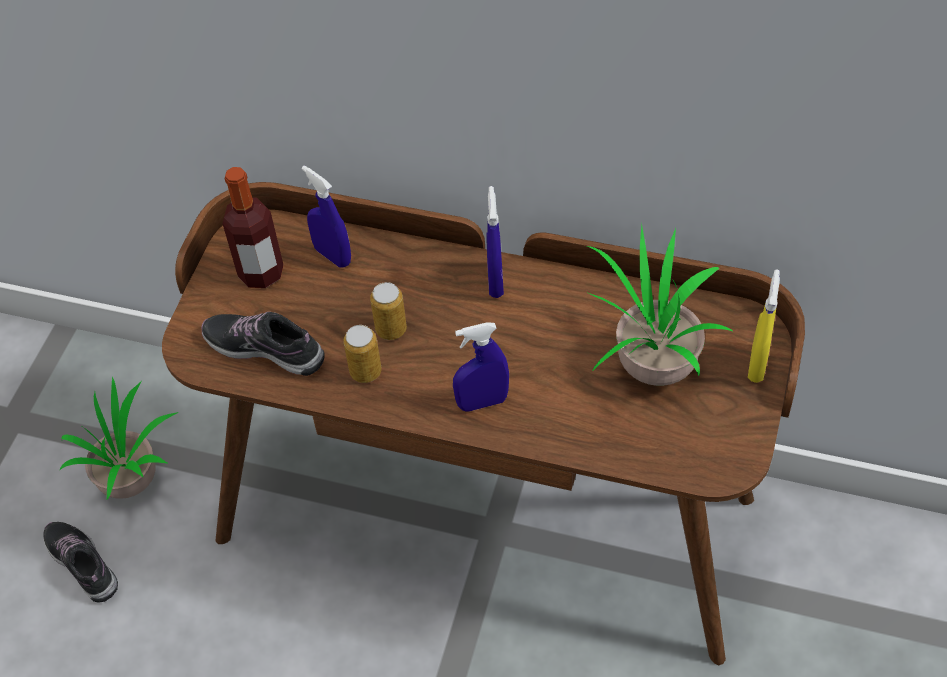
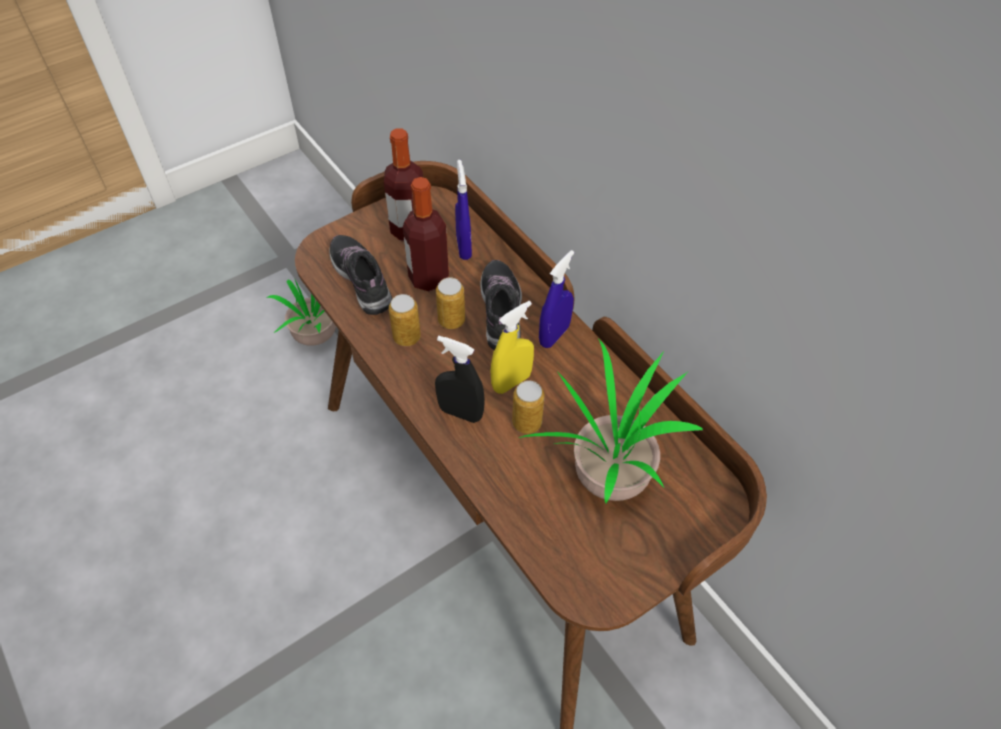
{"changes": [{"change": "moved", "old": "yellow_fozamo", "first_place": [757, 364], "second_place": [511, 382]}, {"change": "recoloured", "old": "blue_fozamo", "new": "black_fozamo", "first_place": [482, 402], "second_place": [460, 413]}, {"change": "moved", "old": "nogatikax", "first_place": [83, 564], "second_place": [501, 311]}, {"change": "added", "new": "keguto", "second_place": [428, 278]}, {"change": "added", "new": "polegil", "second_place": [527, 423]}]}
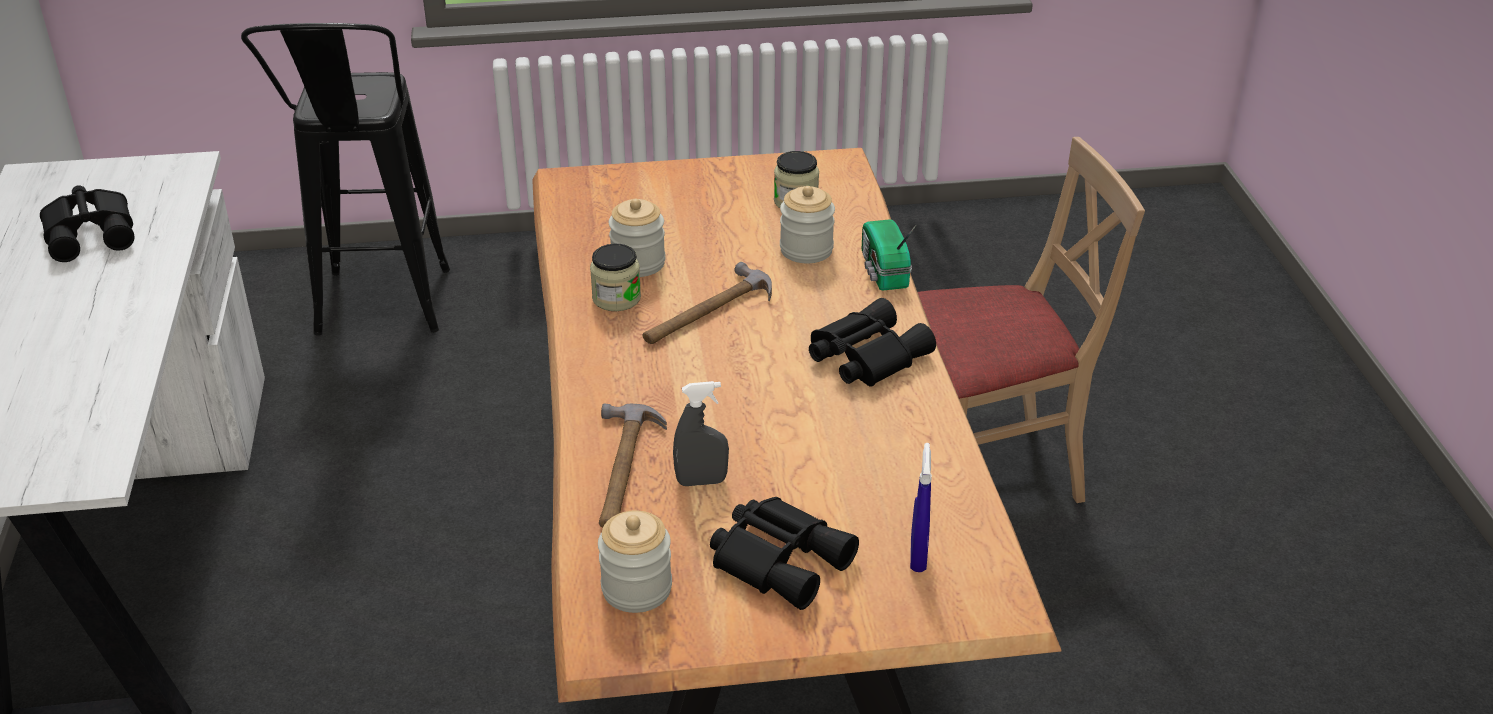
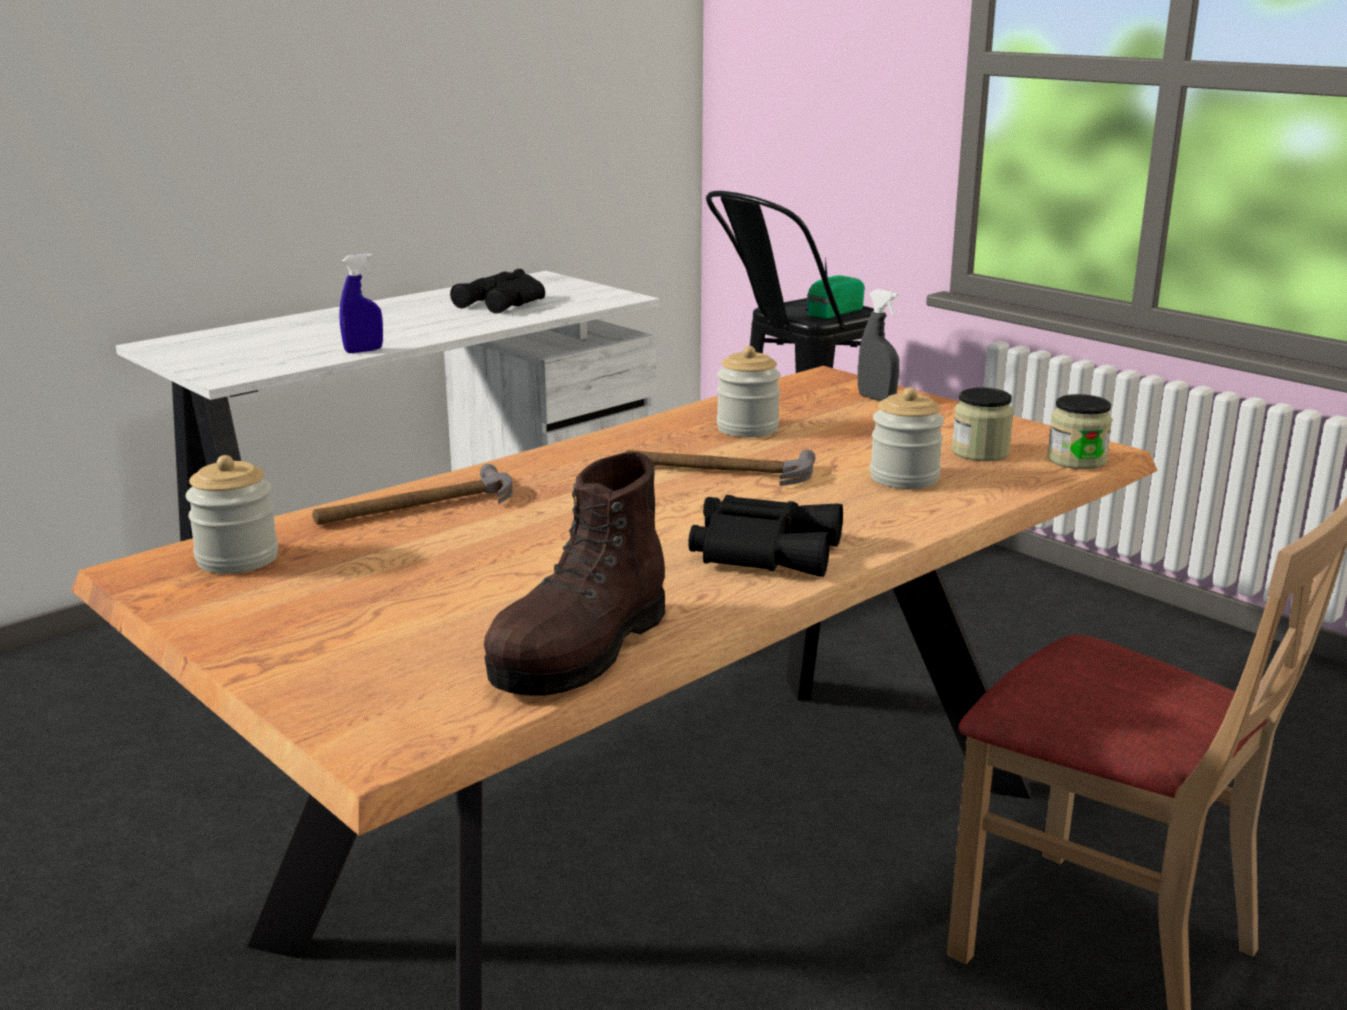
{"changes": [{"change": "moved", "old": "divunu", "first_place": [883, 271], "second_place": [832, 313]}, {"change": "moved", "old": "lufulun", "first_place": [616, 298], "second_place": [1076, 460]}, {"change": "moved", "old": "grey_fozamo", "first_place": [701, 481], "second_place": [876, 398]}, {"change": "moved", "old": "blue_fozamo", "first_place": [918, 556], "second_place": [363, 351]}, {"change": "removed", "old": "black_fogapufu", "first_place": [780, 558]}, {"change": "added", "new": "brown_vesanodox", "second_place": [581, 651]}]}
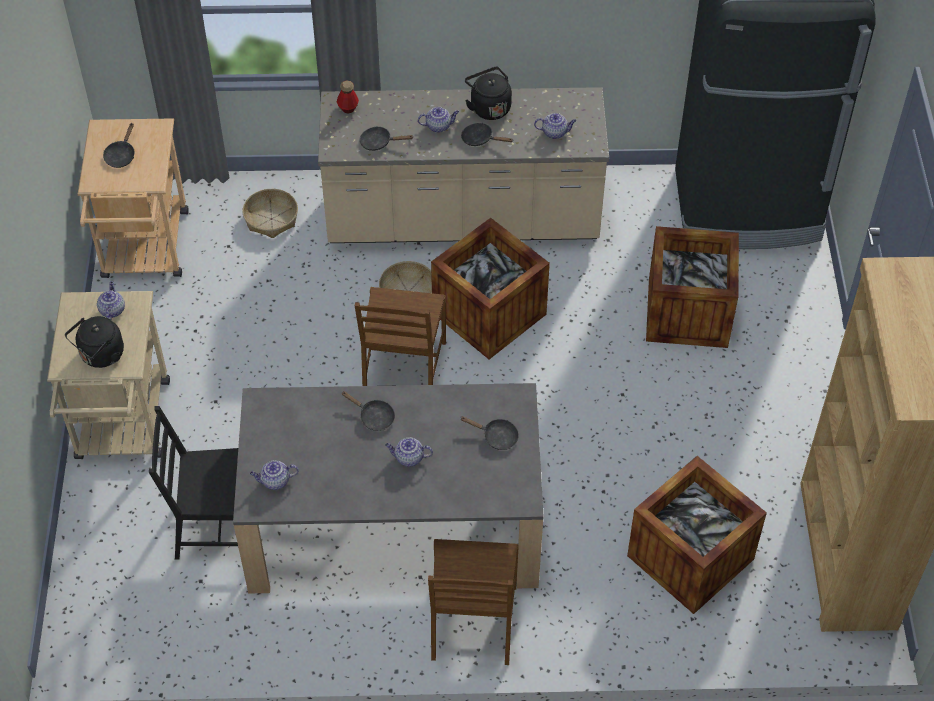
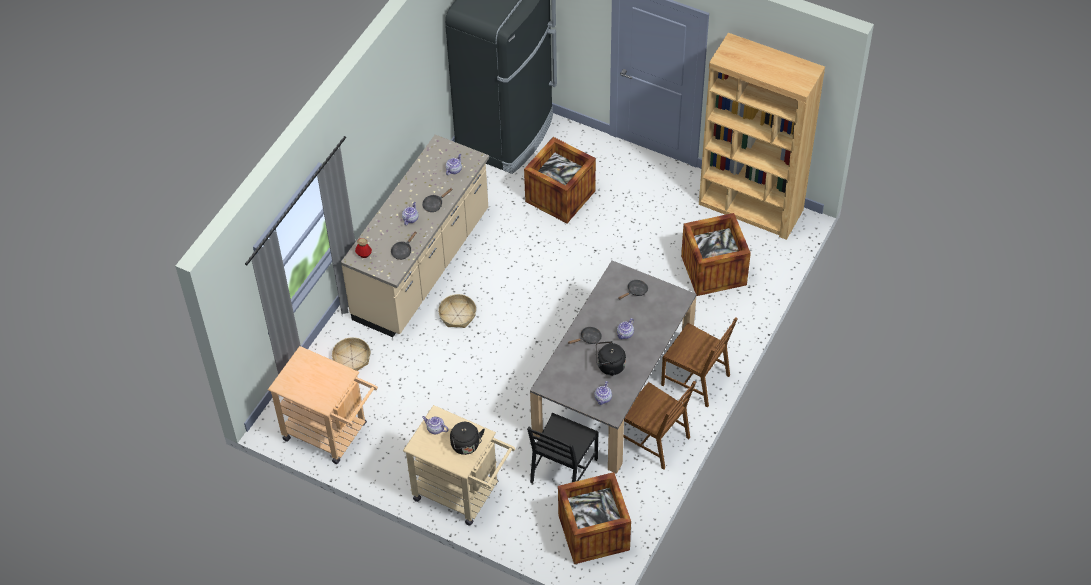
{"changes": [{"change": "moved", "old": "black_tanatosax", "first_place": [488, 107], "second_place": [609, 366]}, {"change": "removed", "old": "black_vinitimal", "first_place": [121, 155]}, {"change": "moved", "old": "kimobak", "first_place": [489, 313], "second_place": [593, 532]}, {"change": "moved", "old": "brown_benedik", "first_place": [404, 369], "second_place": [655, 440]}]}
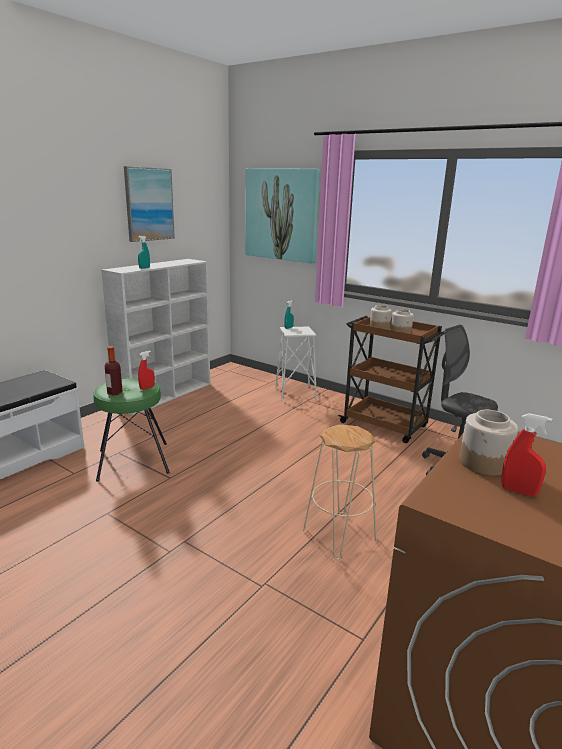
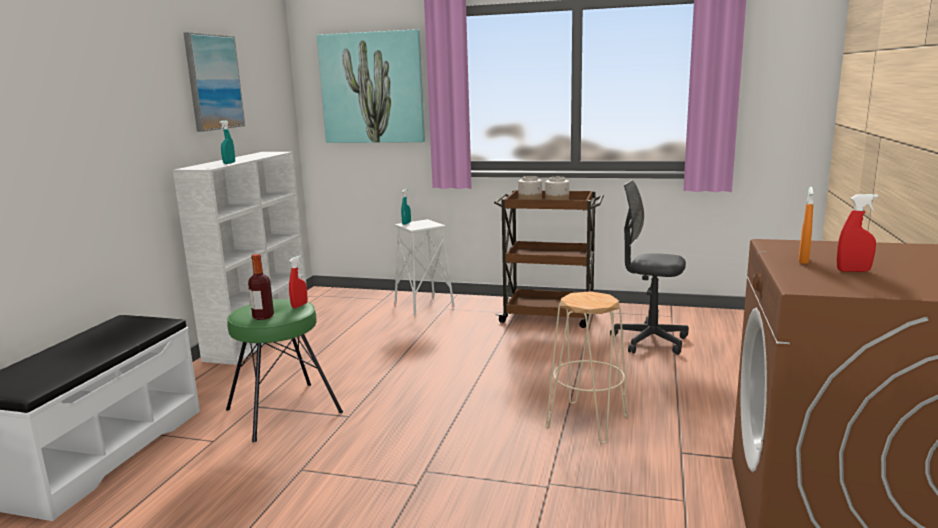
{"changes": [{"change": "replaced", "old": "lufulun", "new": "orange_fozamo", "first_place": [484, 463], "second_place": [803, 261]}]}
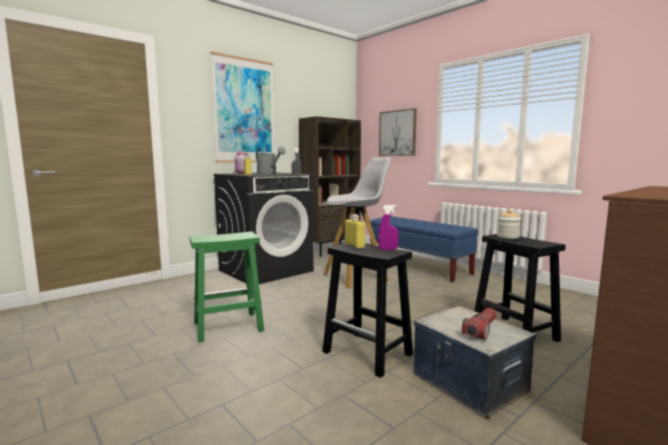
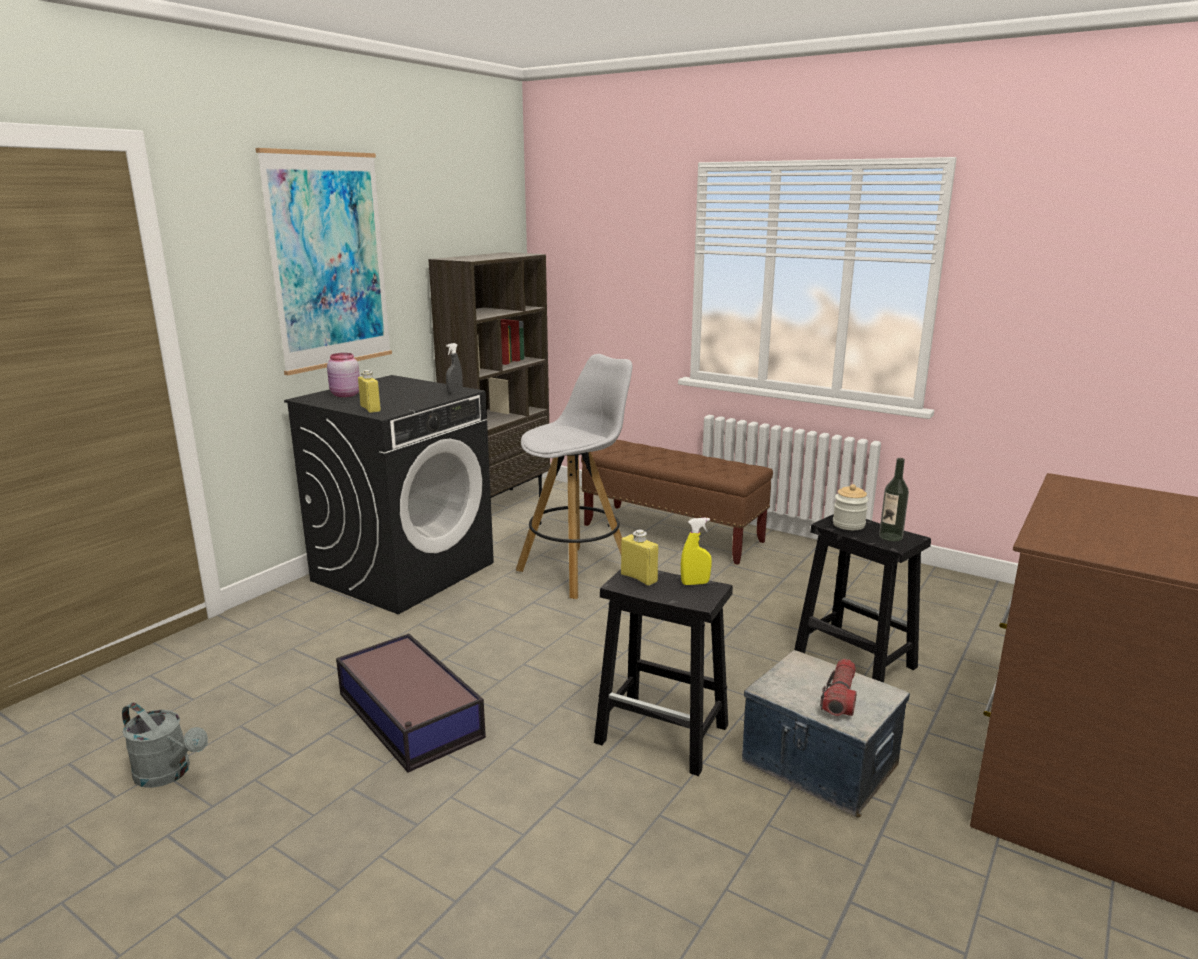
{"changes": [{"change": "removed", "old": "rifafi", "first_place": [398, 133]}, {"change": "moved", "old": "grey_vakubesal", "first_place": [269, 174], "second_place": [169, 774]}, {"change": "recoloured", "old": "purple_fozamo", "new": "yellow_fozamo", "first_place": [388, 249], "second_place": [695, 583]}, {"change": "recoloured", "old": "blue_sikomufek", "new": "brown_sikomufek", "first_place": [419, 267], "second_place": [672, 534]}, {"change": "replaced", "old": "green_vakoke", "new": "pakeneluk", "first_place": [227, 327], "second_place": [410, 716]}, {"change": "added", "new": "keguto", "second_place": [890, 537]}]}
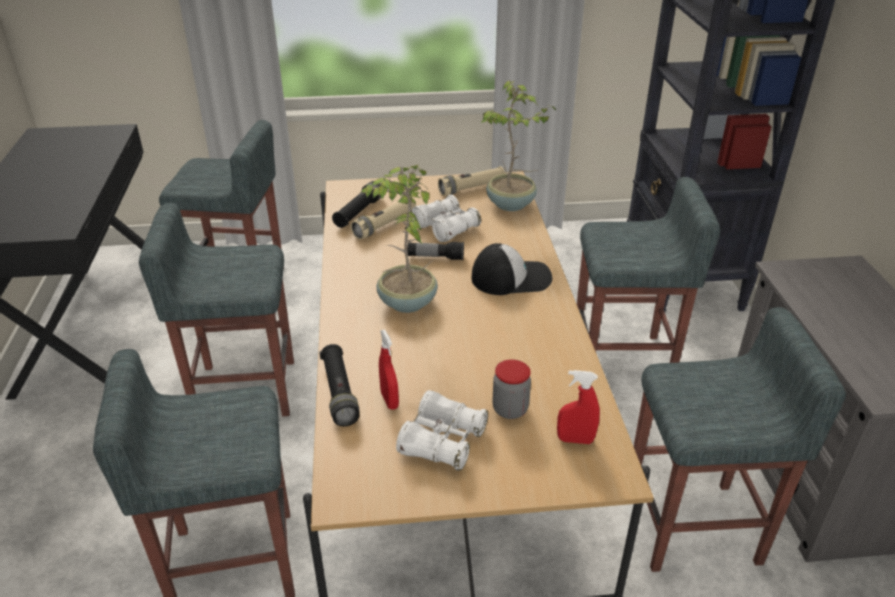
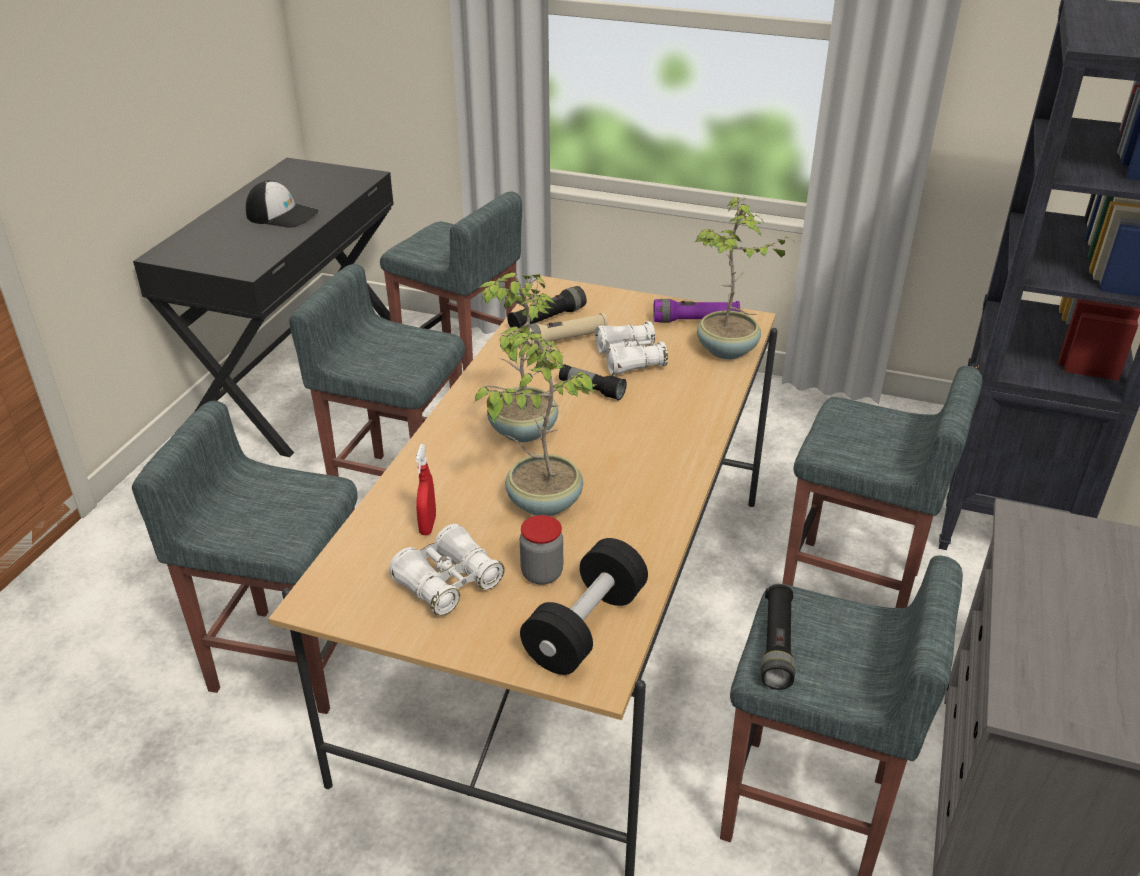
{"changes": [{"change": "recoloured", "old": "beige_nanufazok", "new": "purple_nanufazok", "first_place": [471, 188], "second_place": [695, 321]}, {"change": "moved", "old": "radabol", "first_place": [511, 277], "second_place": [282, 215]}, {"change": "moved", "old": "black_nanufazok", "first_place": [339, 393], "second_place": [777, 646]}, {"change": "replaced", "old": "red_fozamo", "new": "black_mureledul", "first_place": [575, 440], "second_place": [585, 627]}, {"change": "added", "new": "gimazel", "second_place": [543, 502]}]}
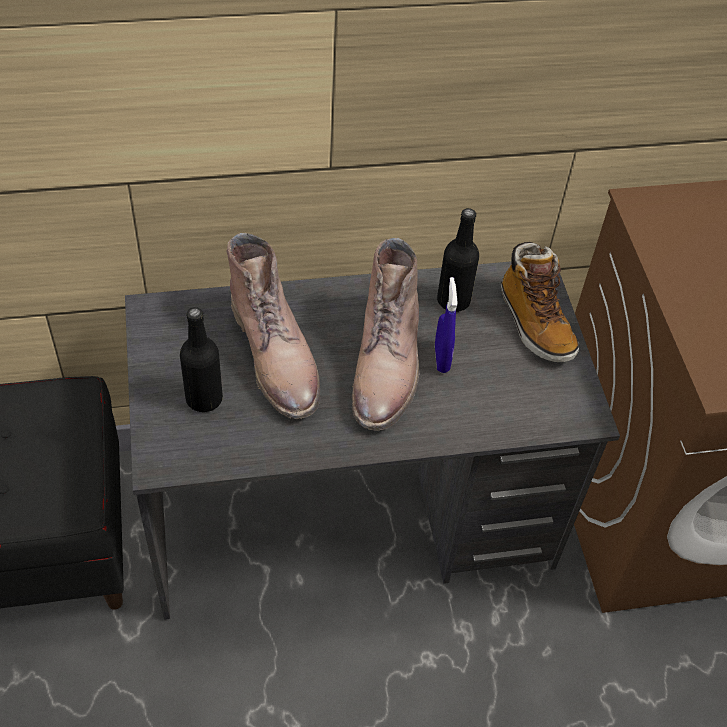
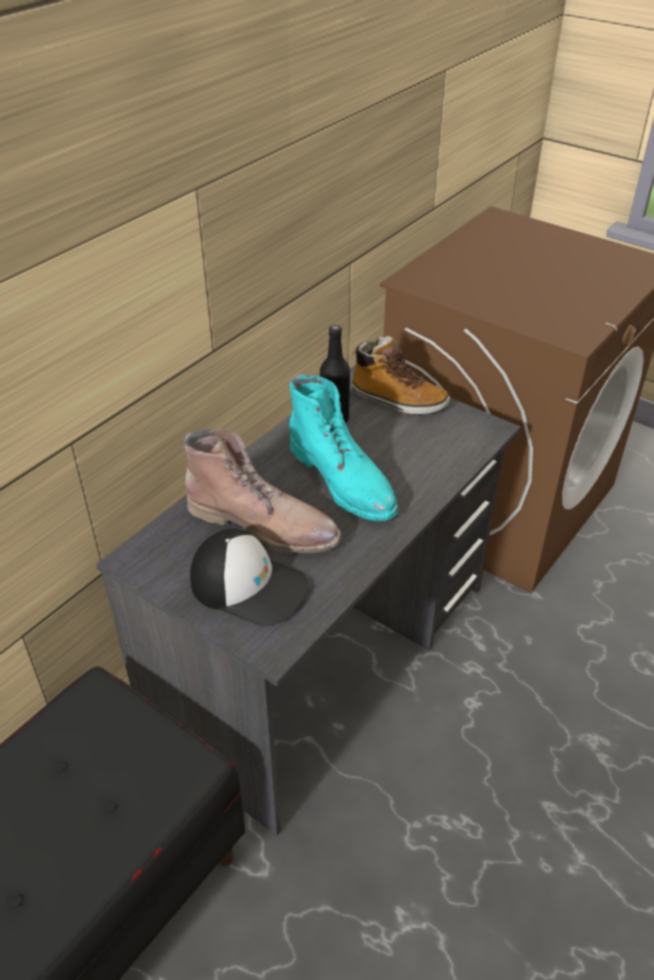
{"changes": [{"change": "recoloured", "old": "brown_vesanodox", "new": "turquoise_vesanodox", "first_place": [388, 365], "second_place": [344, 480]}, {"change": "removed", "old": "blue_fozamo", "first_place": [441, 358]}, {"change": "replaced", "old": "black_keguto", "new": "radabol", "first_place": [204, 399], "second_place": [249, 585]}]}
